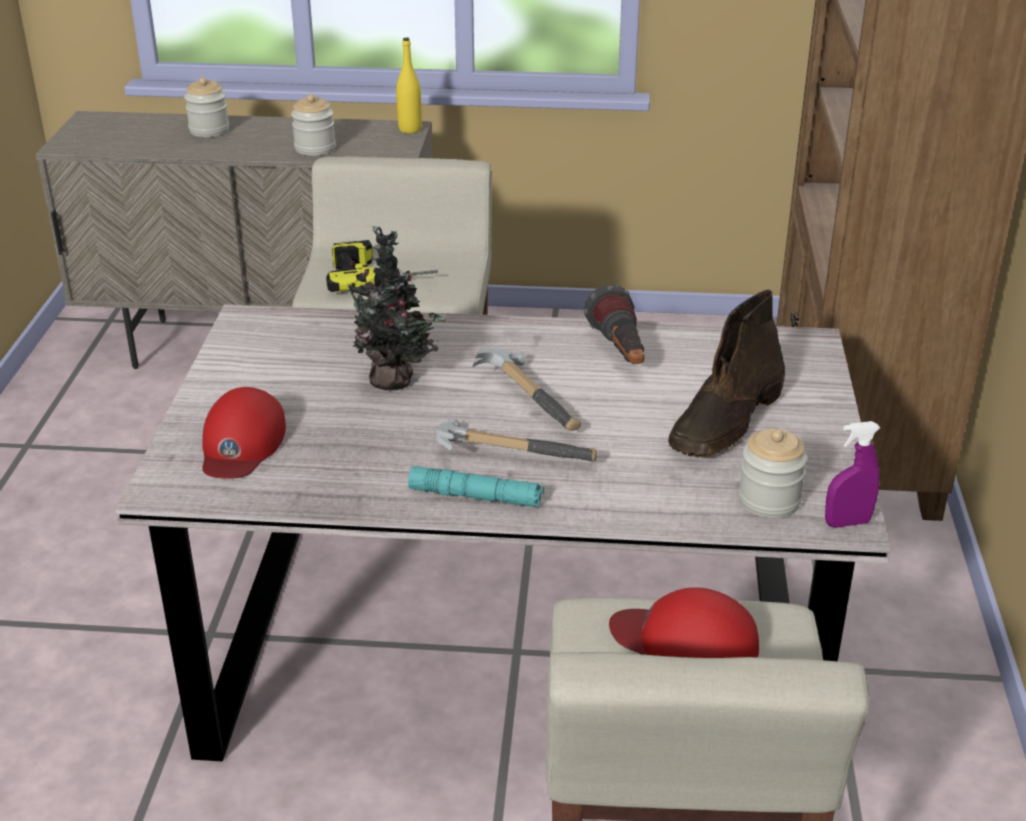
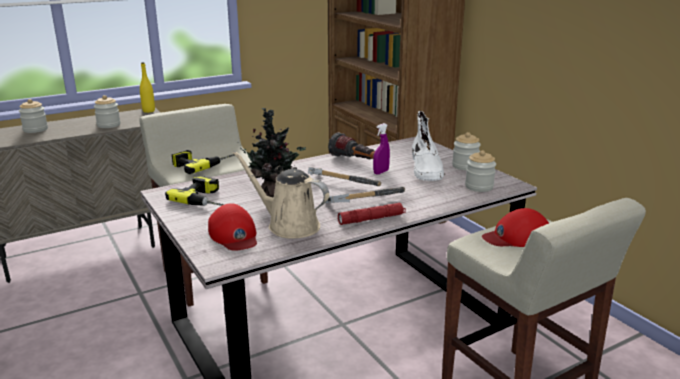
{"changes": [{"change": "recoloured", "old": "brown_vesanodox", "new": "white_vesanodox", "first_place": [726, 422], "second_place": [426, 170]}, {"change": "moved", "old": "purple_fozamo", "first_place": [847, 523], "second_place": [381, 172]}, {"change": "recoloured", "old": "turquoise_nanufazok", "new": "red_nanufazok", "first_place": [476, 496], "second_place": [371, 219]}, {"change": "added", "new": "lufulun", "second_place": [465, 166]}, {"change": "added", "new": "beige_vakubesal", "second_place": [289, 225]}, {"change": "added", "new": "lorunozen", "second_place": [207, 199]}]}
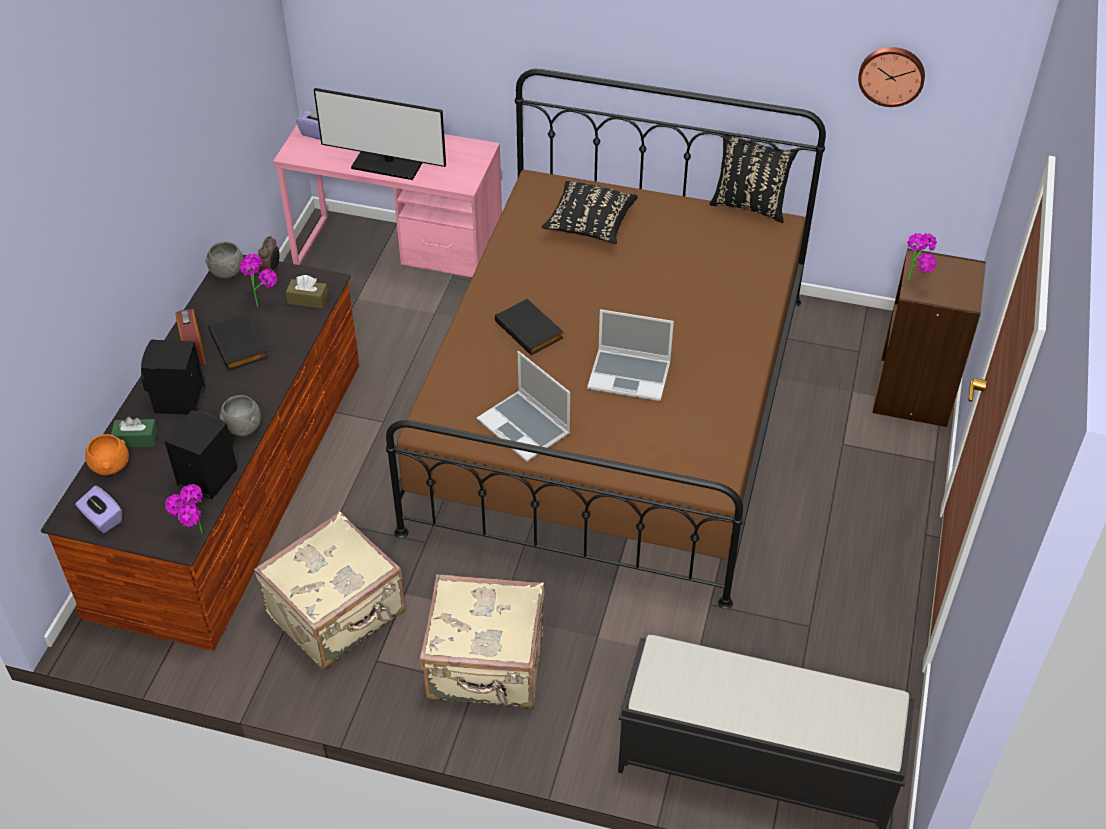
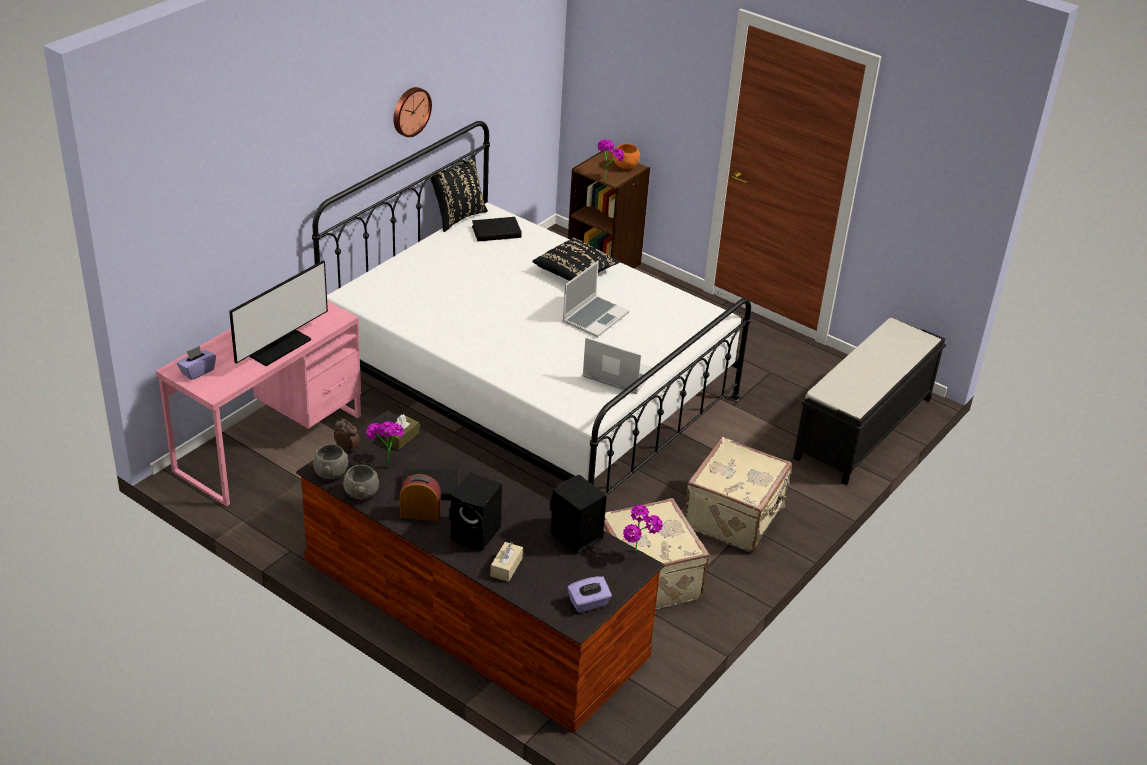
{"changes": [{"change": "moved", "old": "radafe", "first_place": [891, 75], "second_place": [410, 111]}, {"change": "recoloured", "old": "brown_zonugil", "new": "white_zonugil", "first_place": [612, 409], "second_place": [530, 388]}, {"change": "moved", "old": "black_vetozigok", "first_place": [589, 224], "second_place": [575, 272]}, {"change": "moved", "old": "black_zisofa", "first_place": [530, 329], "second_place": [496, 231]}, {"change": "turned", "old": "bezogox", "first_place": [525, 427], "second_place": [617, 374], "degrees": -135}, {"change": "moved", "old": "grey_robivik", "first_place": [242, 428], "second_place": [361, 495]}, {"change": "recoloured", "old": "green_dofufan", "new": "beige_dofufan", "first_place": [136, 439], "second_place": [506, 567]}, {"change": "moved", "old": "orange_robivik", "first_place": [111, 468], "second_place": [626, 167]}]}
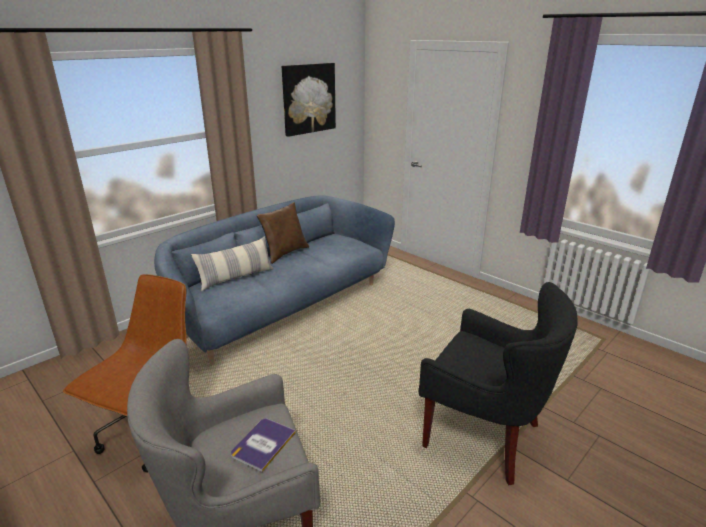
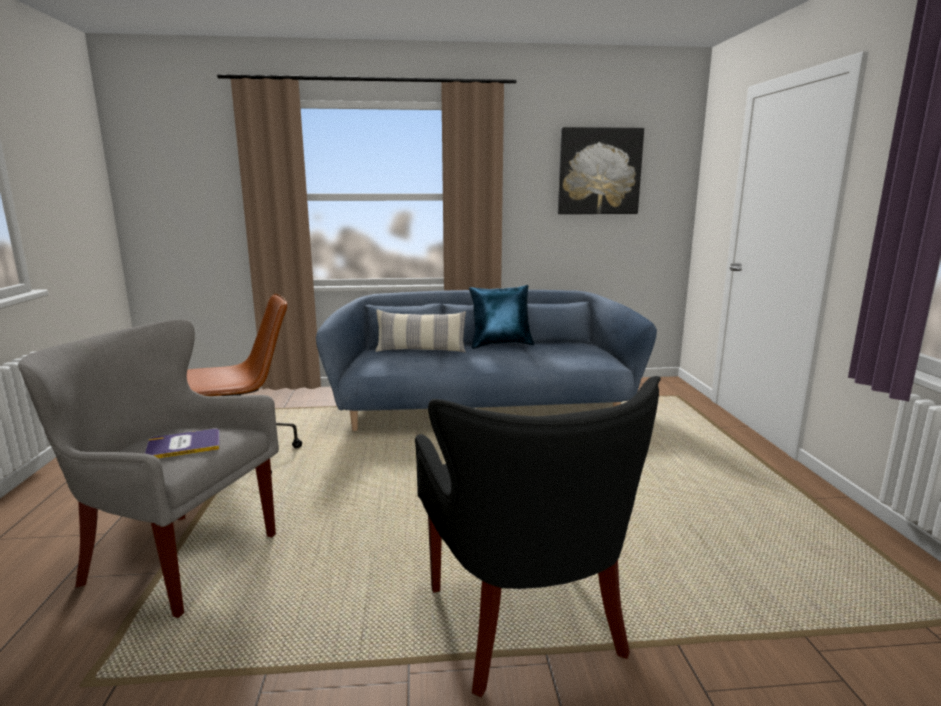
{"changes": [{"change": "recoloured", "old": "brown_vetozigok", "new": "blue_vetozigok", "first_place": [285, 253], "second_place": [501, 344]}]}
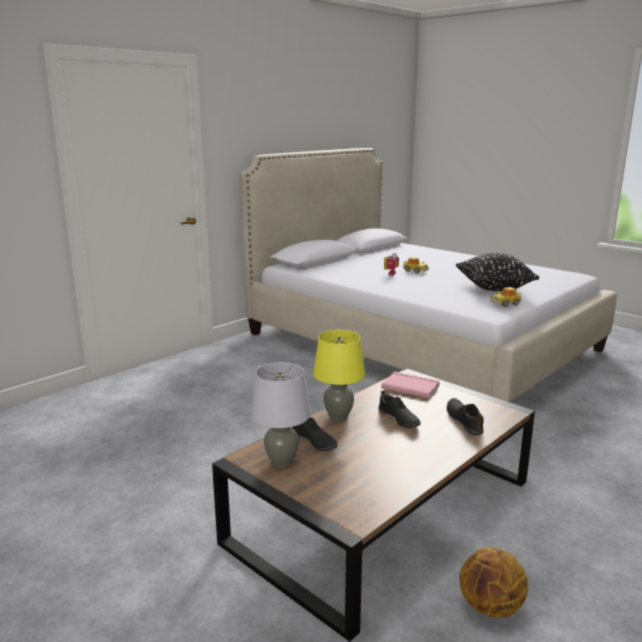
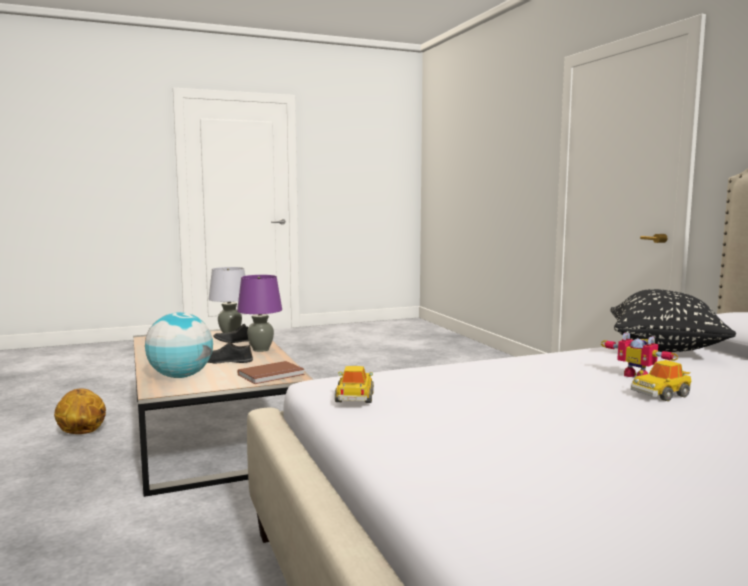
{"changes": [{"change": "moved", "old": "black_vetozigok", "first_place": [494, 288], "second_place": [664, 350]}, {"change": "recoloured", "old": "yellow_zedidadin", "new": "purple_zedidadin", "first_place": [338, 416], "second_place": [261, 349]}, {"change": "recoloured", "old": "pink_zisofa", "new": "brown_zisofa", "first_place": [411, 386], "second_place": [272, 375]}, {"change": "replaced", "old": "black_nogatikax", "new": "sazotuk", "first_place": [464, 420], "second_place": [180, 376]}]}
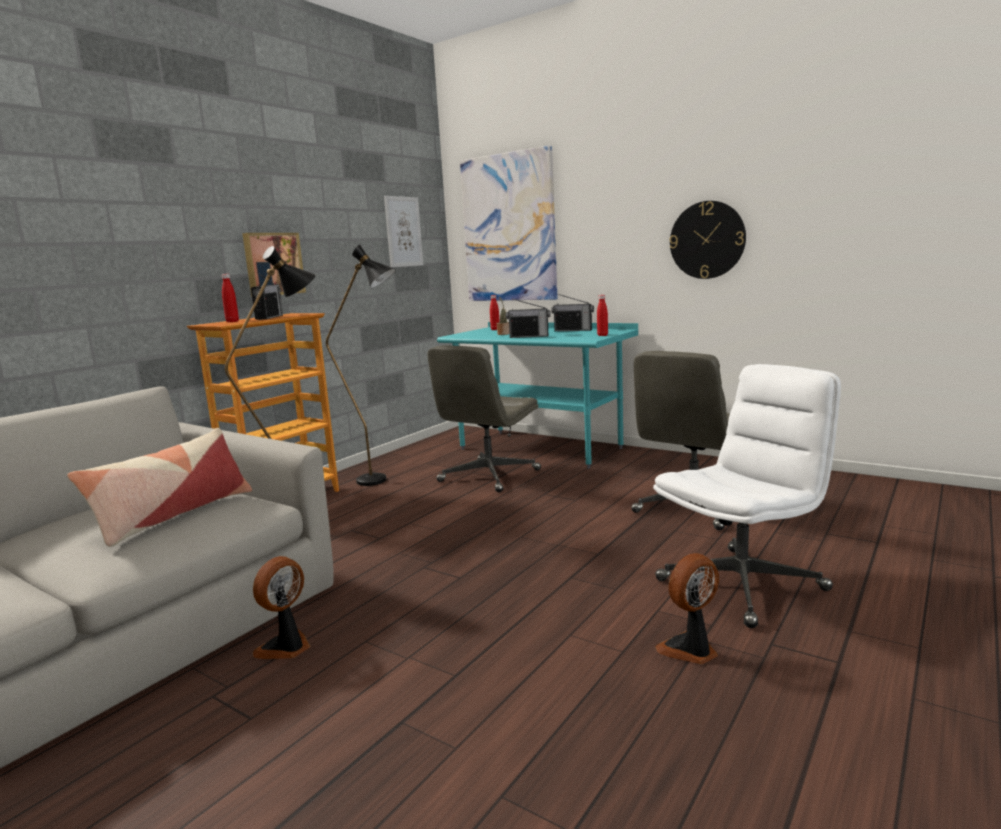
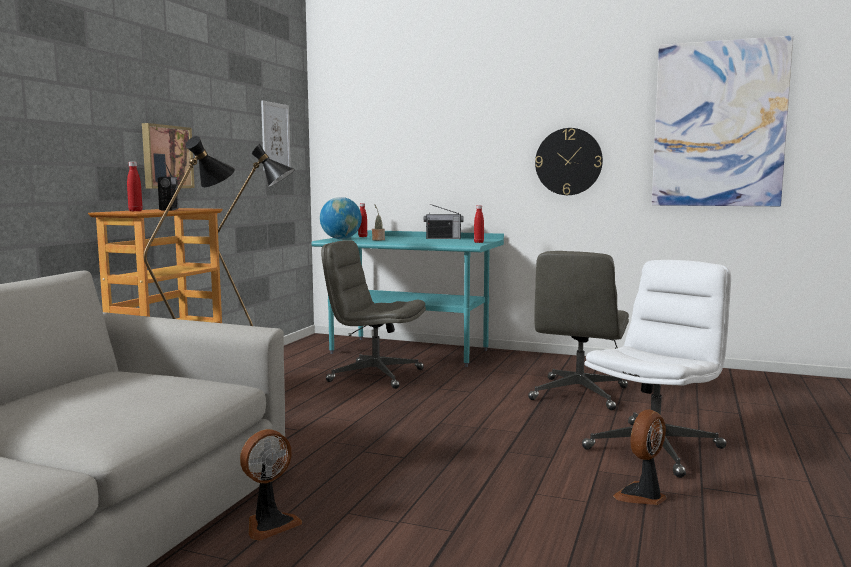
{"changes": [{"change": "moved", "old": "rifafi", "first_place": [509, 228], "second_place": [718, 124]}, {"change": "removed", "old": "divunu", "first_place": [529, 336]}, {"change": "turned", "old": "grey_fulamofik", "first_place": [489, 476], "second_place": [374, 375], "degrees": 90}, {"change": "removed", "old": "vetozigok", "first_place": [174, 515]}, {"change": "turned", "old": "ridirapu", "first_place": [286, 647], "second_place": [270, 524], "degrees": -150}, {"change": "added", "new": "sazotuk", "second_place": [341, 239]}]}
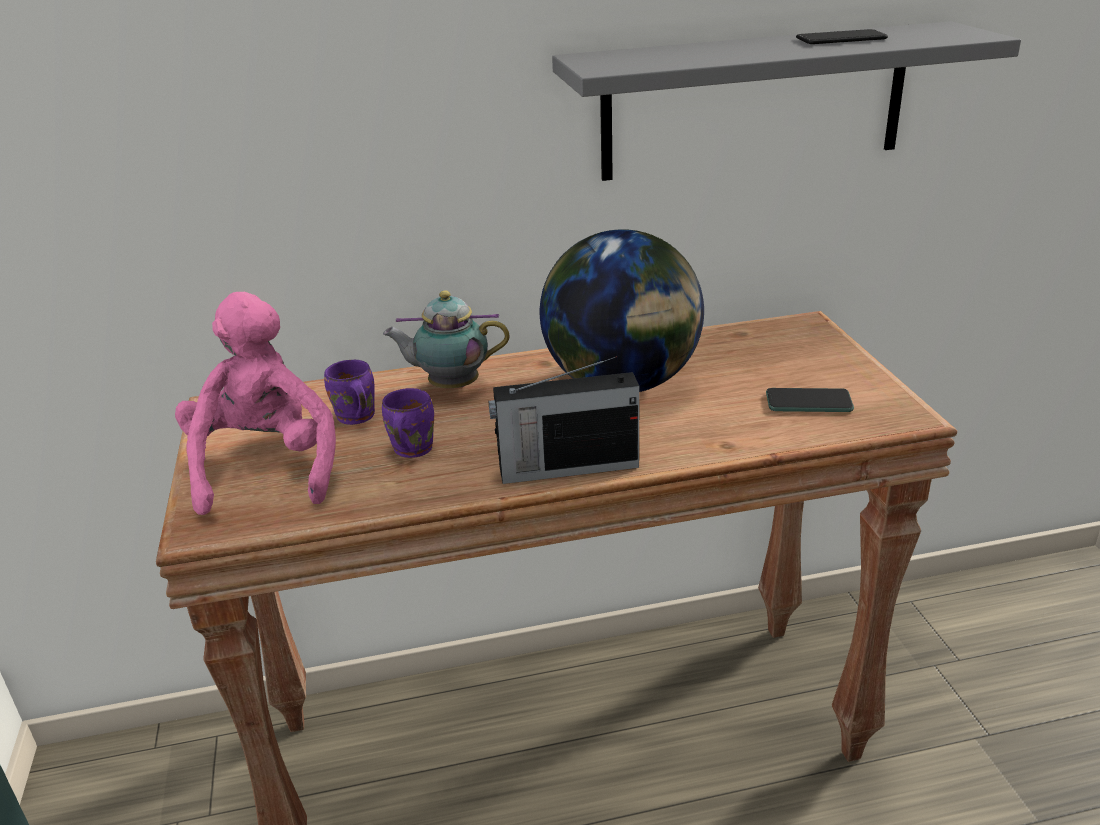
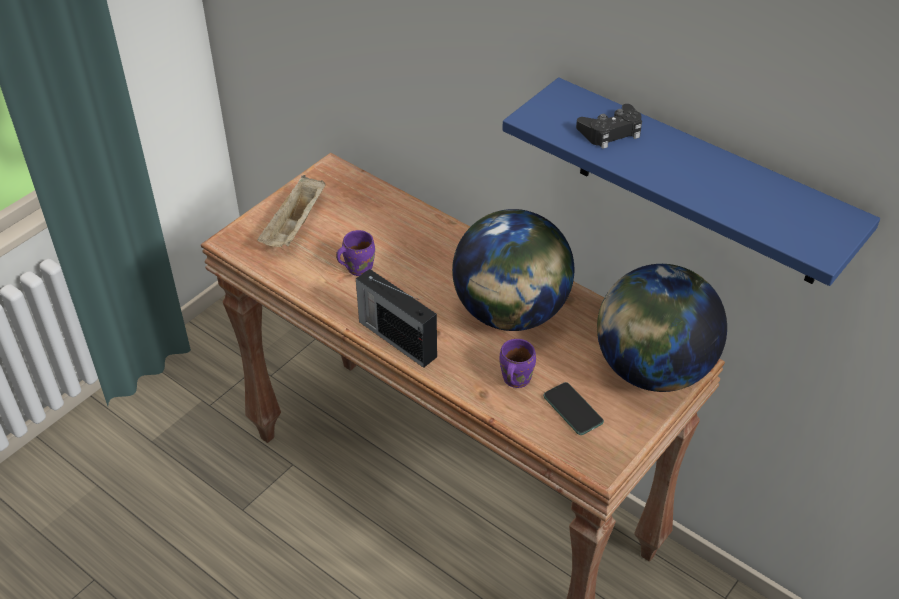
{"changes": [{"change": "recoloured", "old": "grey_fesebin", "new": "blue_fesebin", "first_place": [754, 102], "second_place": [699, 184]}, {"change": "removed", "old": "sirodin", "first_place": [841, 39]}, {"change": "removed", "old": "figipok", "first_place": [450, 386]}, {"change": "replaced", "old": "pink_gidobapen", "new": "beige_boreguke", "first_place": [266, 467], "second_place": [295, 226]}, {"change": "moved", "old": "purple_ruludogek", "first_place": [354, 418], "second_place": [514, 379]}, {"change": "added", "new": "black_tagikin", "second_place": [611, 132]}, {"change": "added", "new": "sazotuk", "second_place": [652, 369]}]}
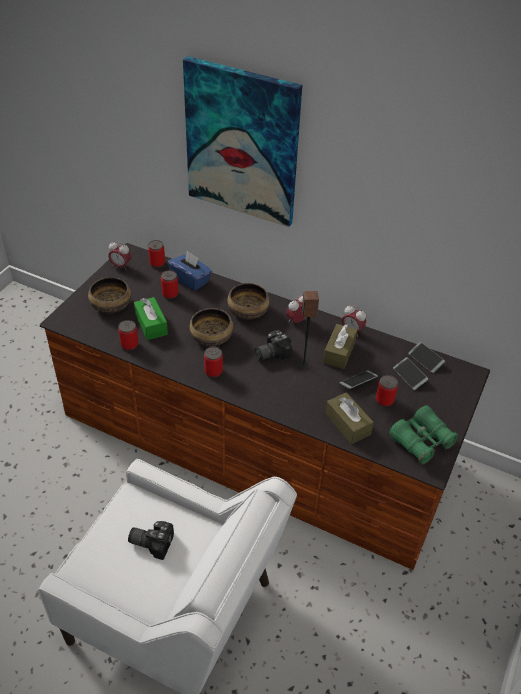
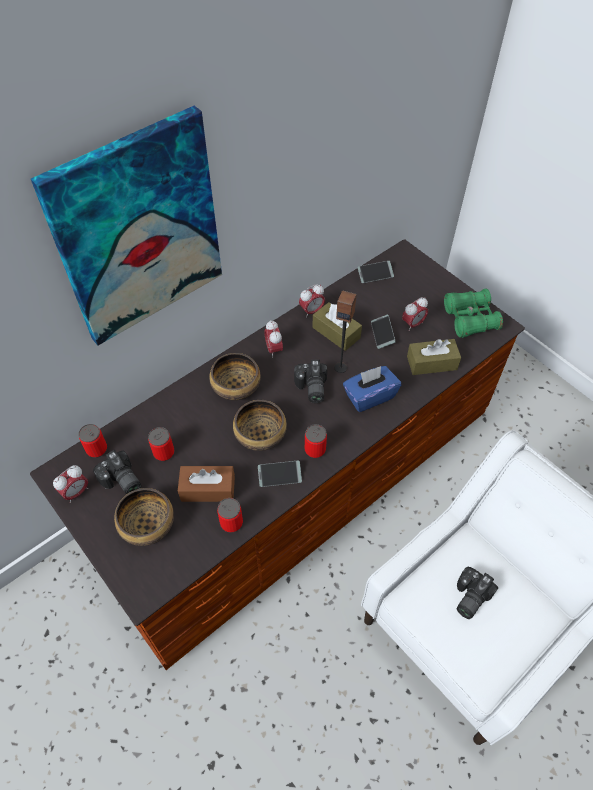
{"changes": [{"change": "moved", "old": "blue_dofufan", "first_place": [190, 280], "second_place": [369, 396]}, {"change": "recoloured", "old": "green_dofufan", "new": "brown_dofufan", "first_place": [151, 324], "second_place": [208, 489]}, {"change": "moved", "old": "sirodin", "first_place": [409, 376], "second_place": [279, 476]}, {"change": "replaced", "old": "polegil", "new": "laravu", "first_place": [384, 400], "second_place": [413, 324]}, {"change": "added", "new": "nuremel", "second_place": [121, 481]}]}
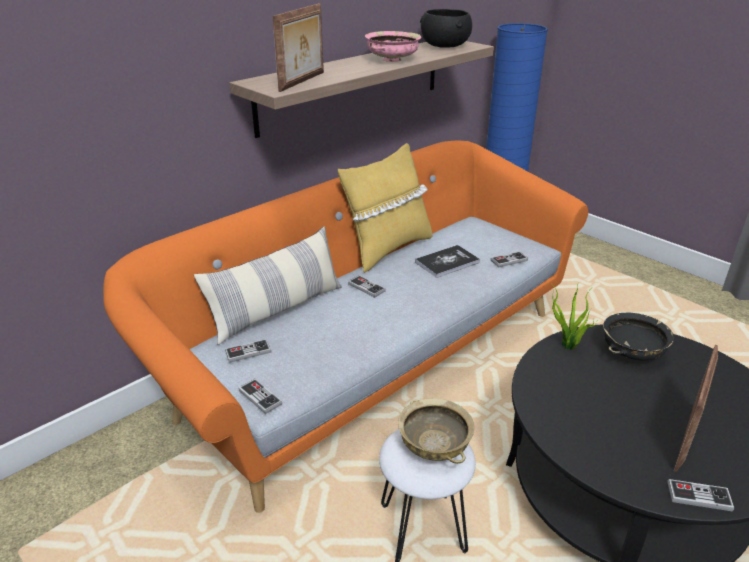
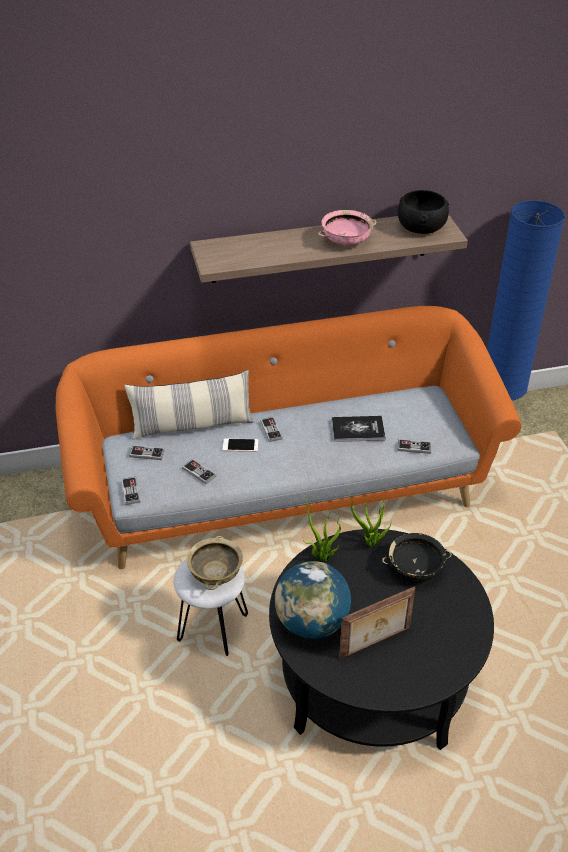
{"changes": [{"change": "removed", "old": "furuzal", "first_place": [303, 81]}, {"change": "removed", "old": "yellow_vetozigok", "first_place": [387, 249]}, {"change": "moved", "old": "tagikin", "first_place": [699, 496], "second_place": [199, 472]}, {"change": "added", "new": "sirodin", "second_place": [240, 445]}, {"change": "added", "new": "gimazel", "second_place": [321, 557]}, {"change": "added", "new": "sazotuk", "second_place": [312, 623]}]}
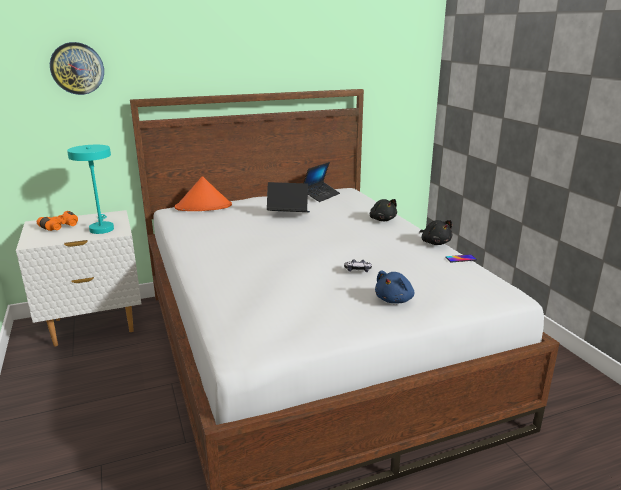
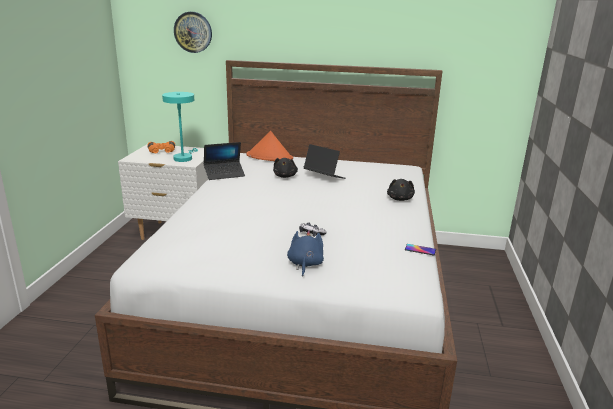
{"changes": [{"change": "moved", "old": "bezogox", "first_place": [320, 195], "second_place": [224, 174]}, {"change": "moved", "old": "black_gidobapen", "first_place": [435, 243], "second_place": [285, 176]}, {"change": "turned", "old": "blue_gidobapen", "first_place": [395, 300], "second_place": [305, 264], "degrees": 120}]}
